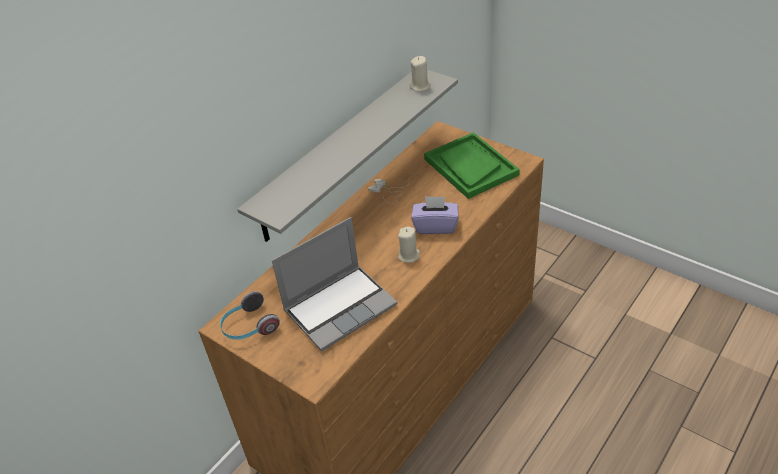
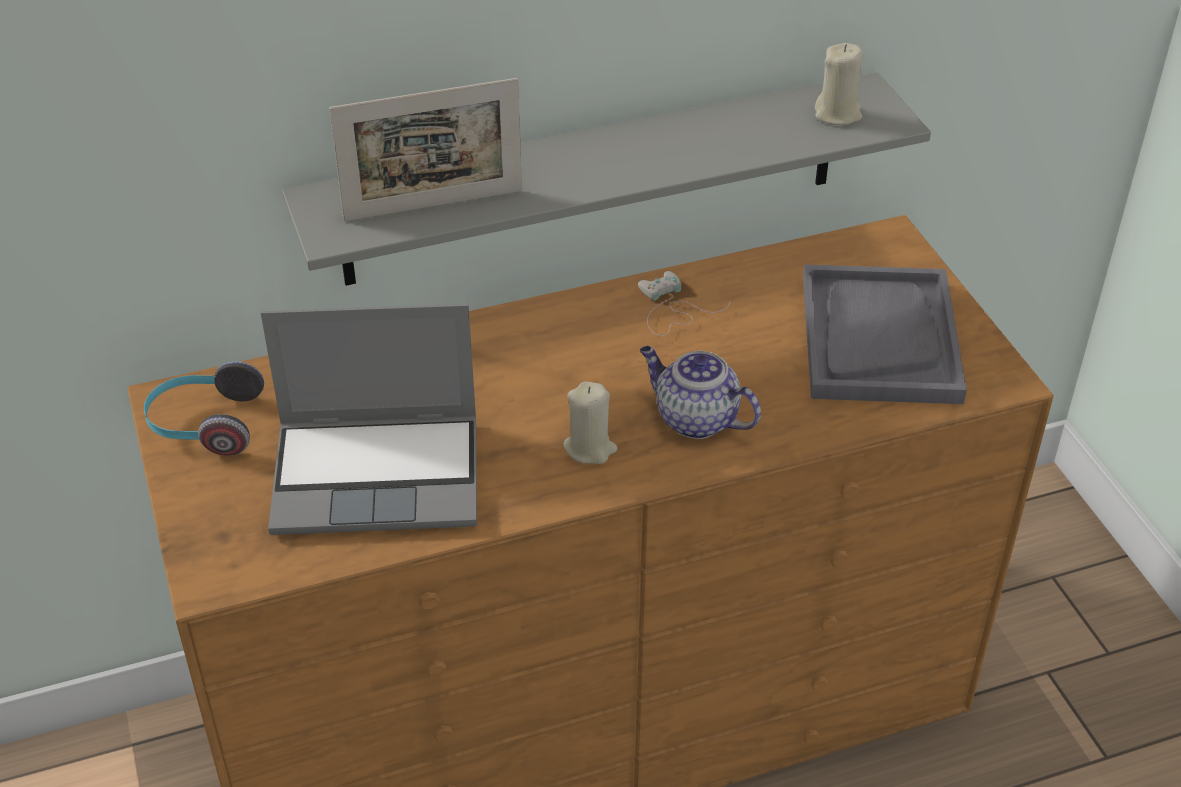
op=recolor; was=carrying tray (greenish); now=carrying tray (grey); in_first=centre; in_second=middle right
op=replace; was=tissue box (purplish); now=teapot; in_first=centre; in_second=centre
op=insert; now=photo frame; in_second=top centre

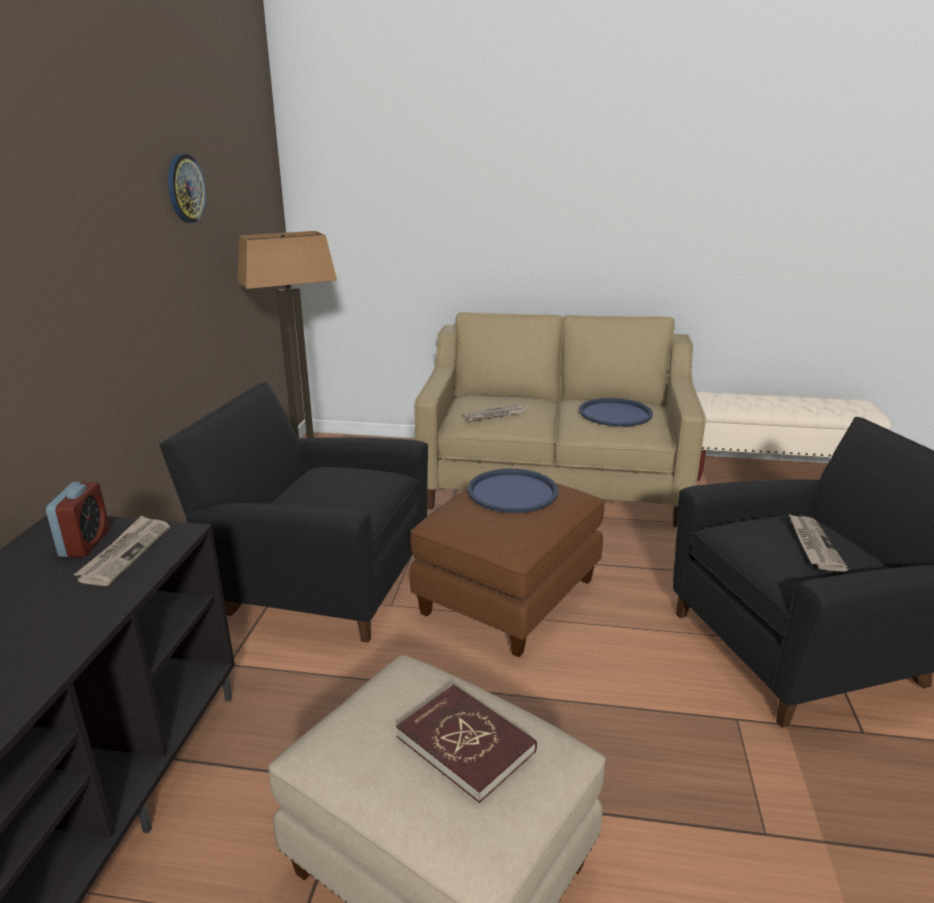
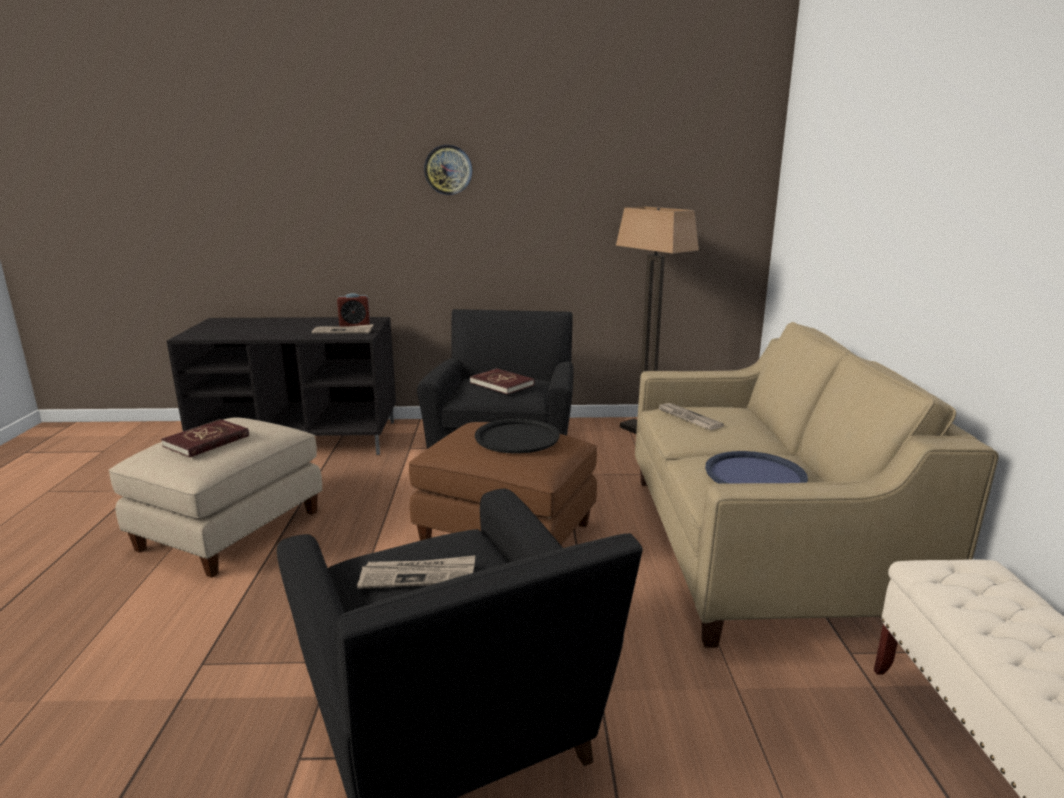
op=move; was=clock on the wall; in_first=top left; in_second=top centre
op=recolor; was=carrying tray (blue) (1st from left); now=carrying tray (black-coloured); in_first=centre; in_second=centre
op=insert; now=volume (red) (2nd from left); in_second=centre

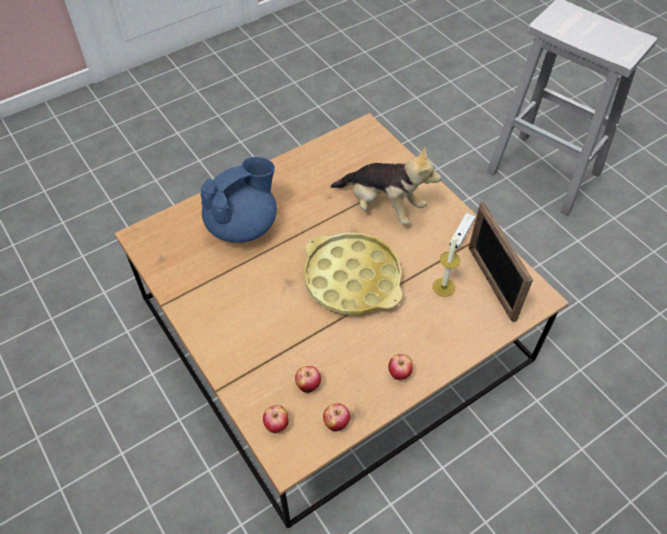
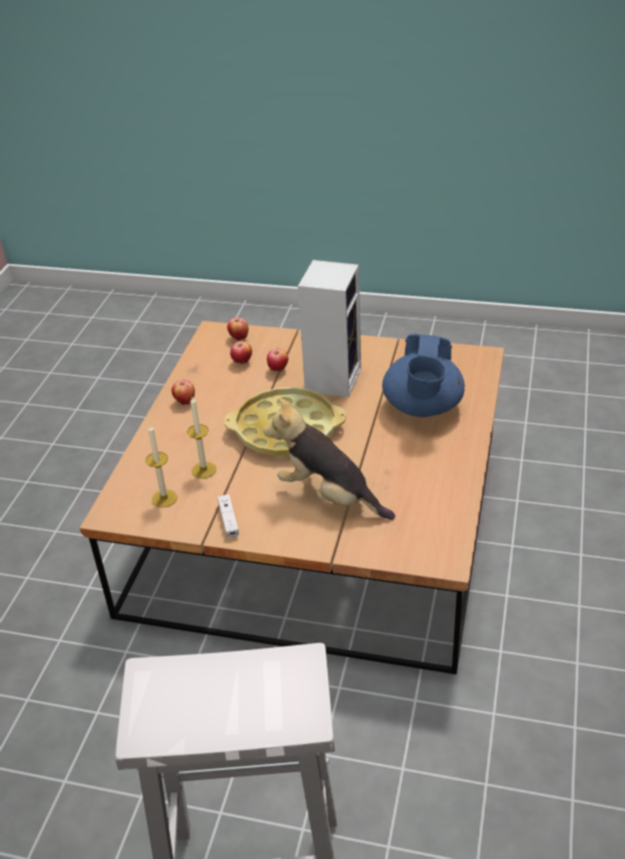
op=rotate; was=plush toy; in_first=centre; in_second=centre; clockwise=45
op=replace; was=photo frame; now=wax light (1st from left); in_first=middle right; in_second=middle left
op=move; was=apple (3rd from left in the first image); now=apple (4th from left); in_first=bottom centre; in_second=centre
op=insert; now=audio speaker; in_second=centre

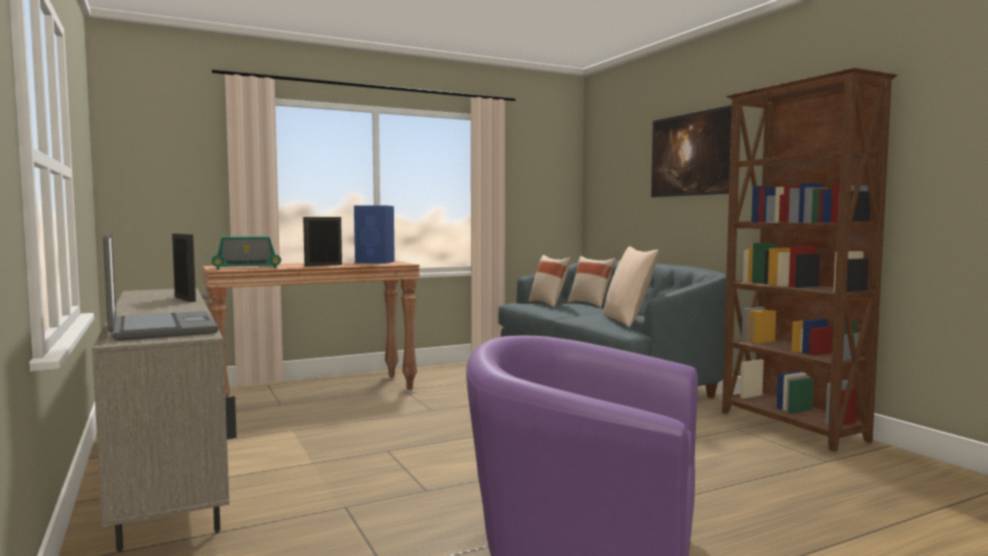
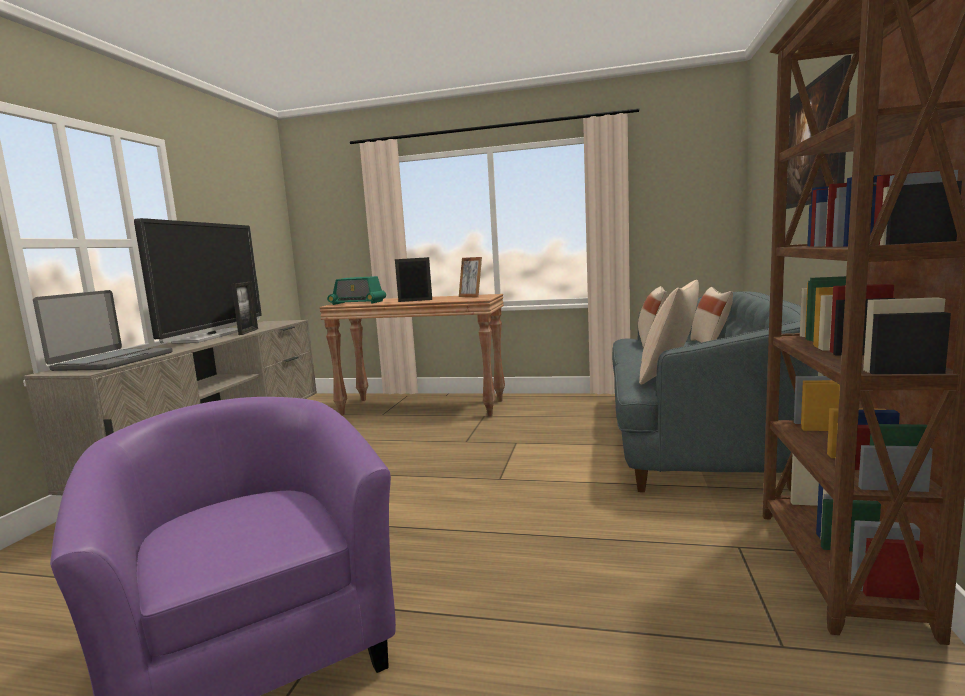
op=replace; was=audio speaker (blue); now=photo frame (3rd from left); in_first=centre; in_second=centre
op=insert; now=TV set; in_second=middle left

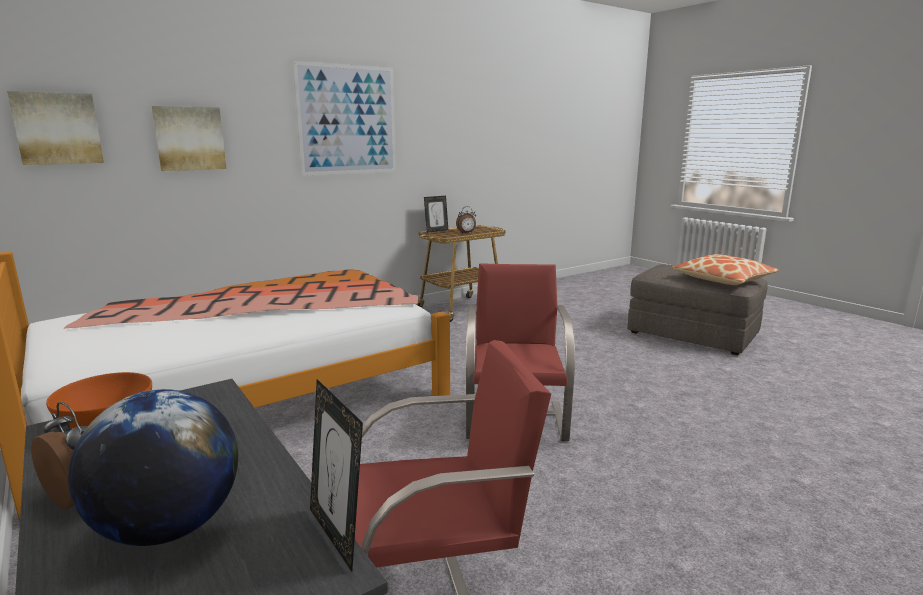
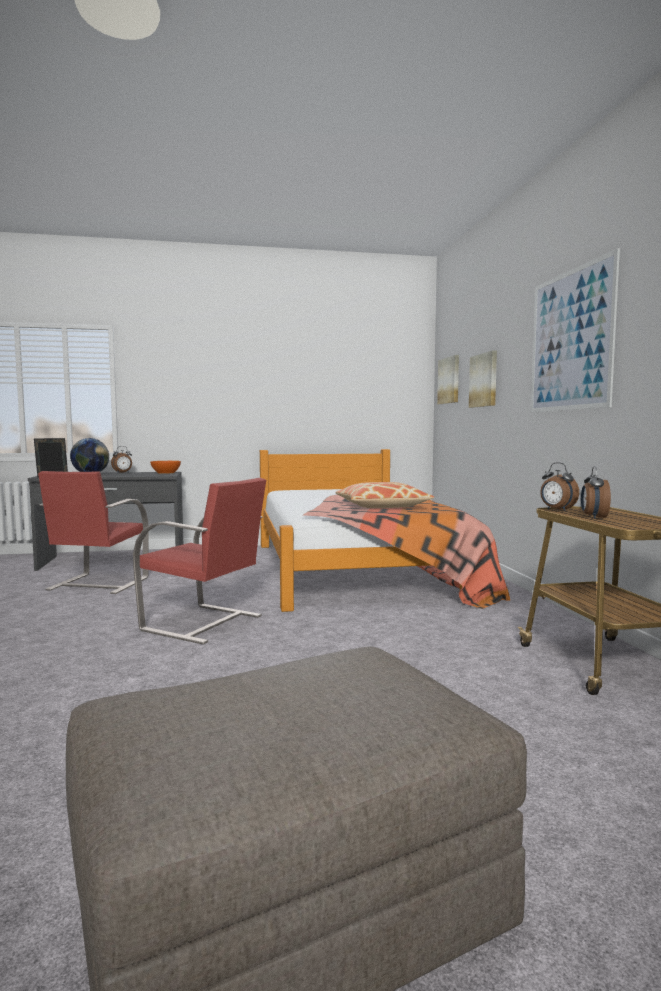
op=delete; was=photo frame (2nd from left); in_first=centre
op=move; was=throw pillow; in_first=middle right; in_second=centre
op=insert; now=table clock (2nd from left); in_second=middle right

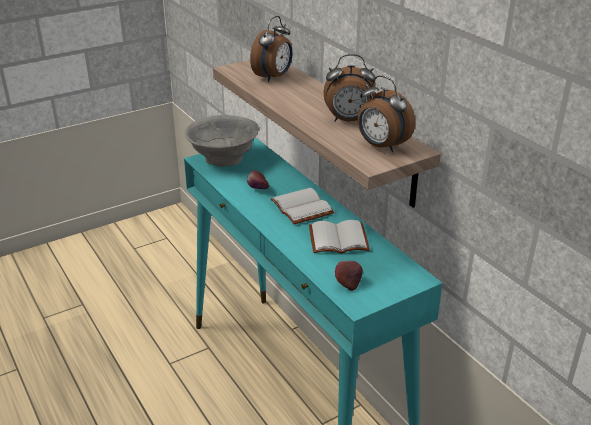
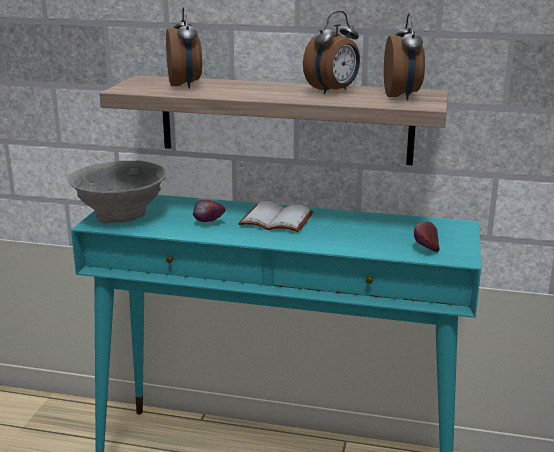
op=rotate; was=table clock (3rd from left); in_first=top centre; in_second=top right; clockwise=-90
op=delete; was=volume (white) (2nd from left); in_first=centre

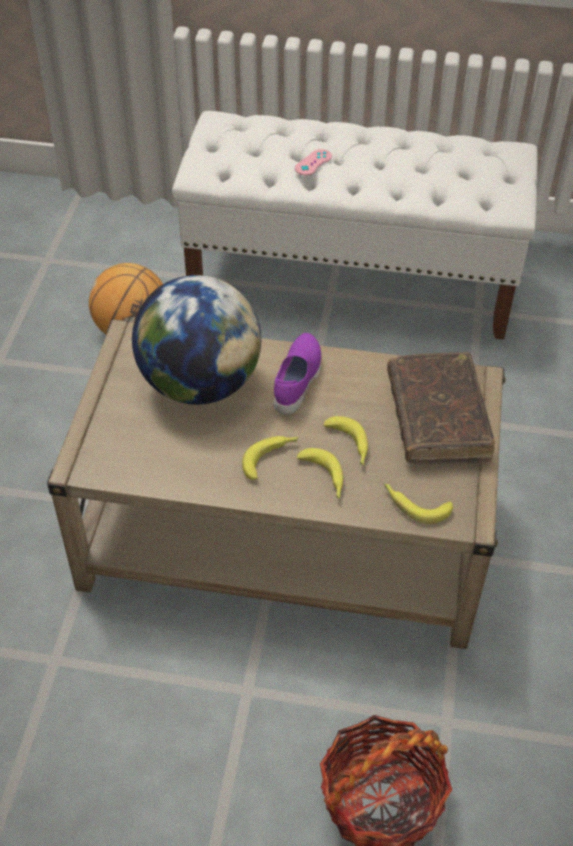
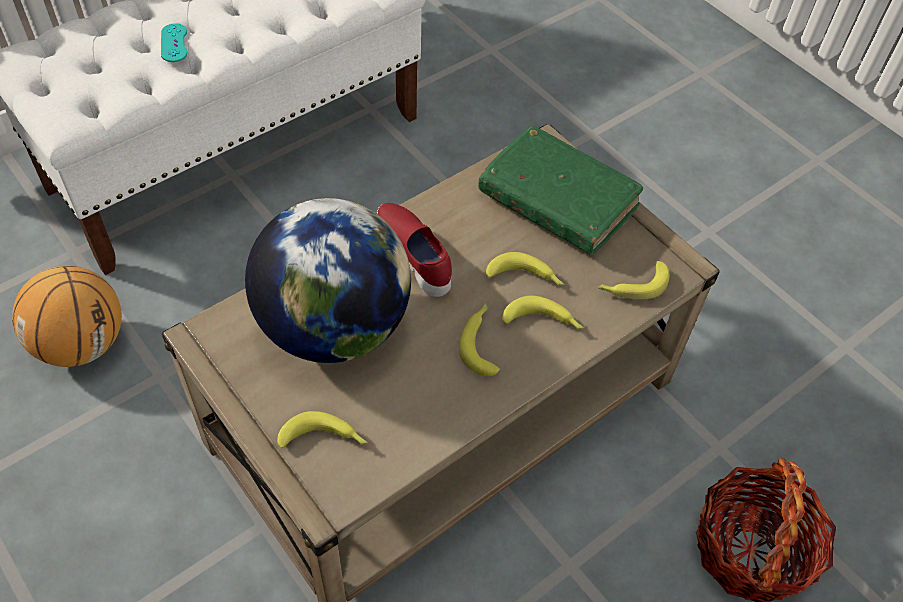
op=recolor; was=joypad (pink); now=joypad (turquoise); in_first=top centre; in_second=top left
op=recolor; was=item of footwear (purplish); now=item of footwear (red); in_first=centre; in_second=centre
op=recolor; was=volume (brownish); now=volume (greenish); in_first=middle right; in_second=top centre
op=insert; now=banana fruit (1st from left); in_second=bottom centre

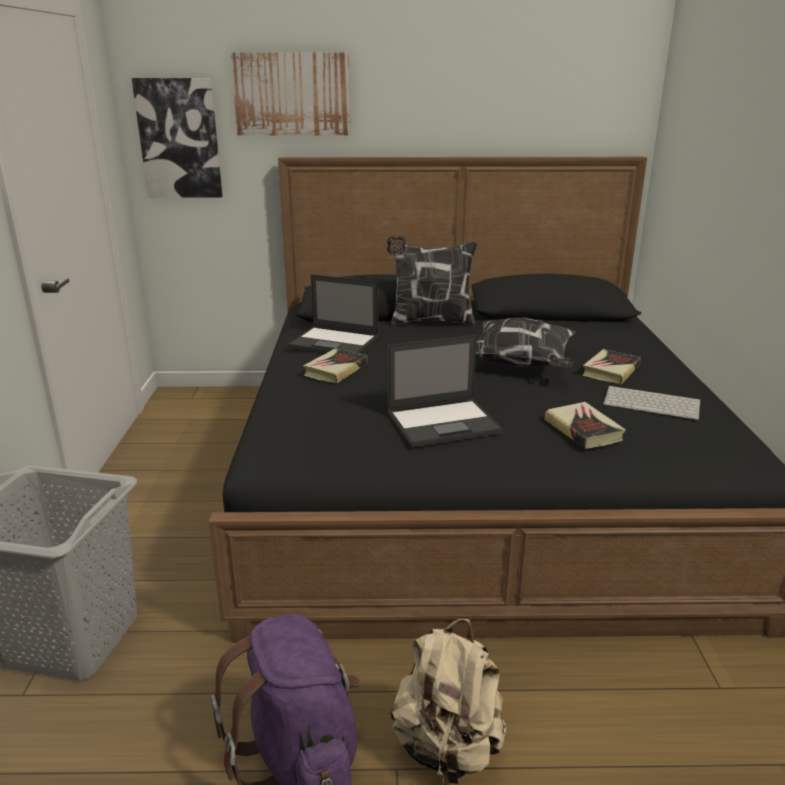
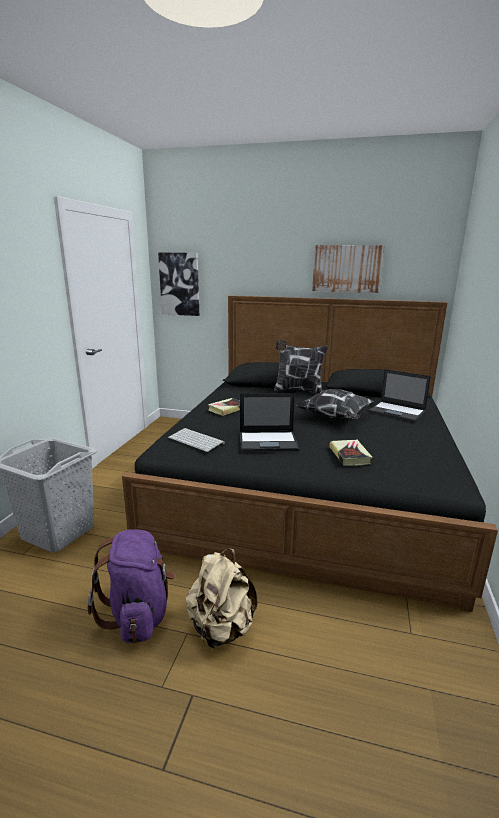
op=move; was=picture (2nd from left); in_first=top centre; in_second=top right
op=move; was=laptop (1st from left in the first image); now=laptop (2nd from left); in_first=centre; in_second=middle right
op=delete; was=volume (3rd from left); in_first=middle right
op=move; was=keyboard; in_first=middle right; in_second=centre

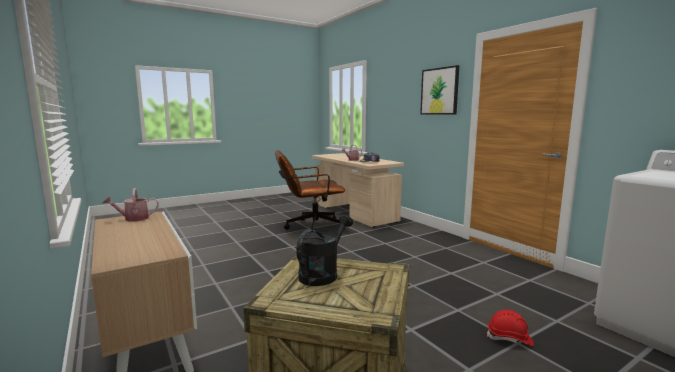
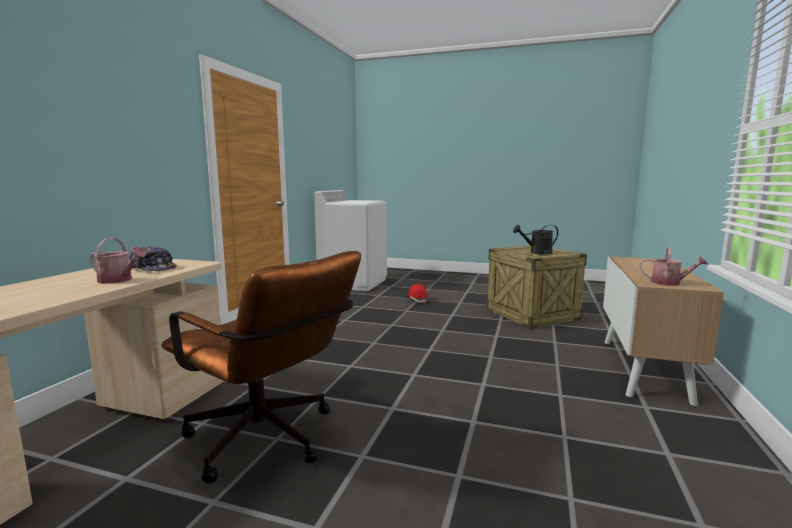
op=delete; was=picture; in_first=top centre

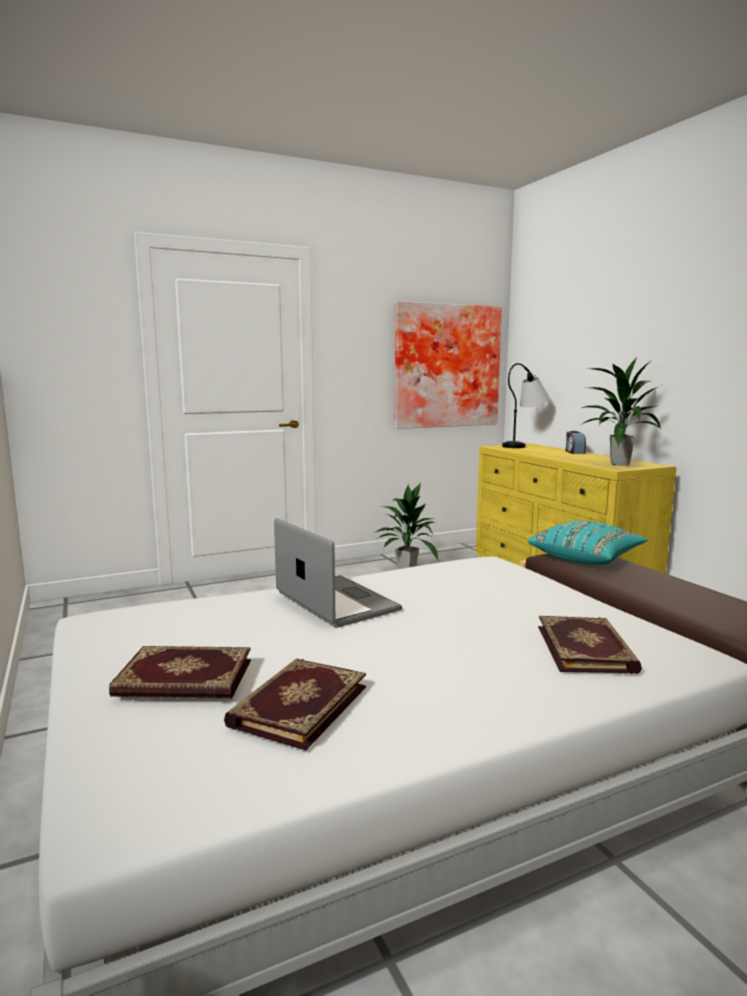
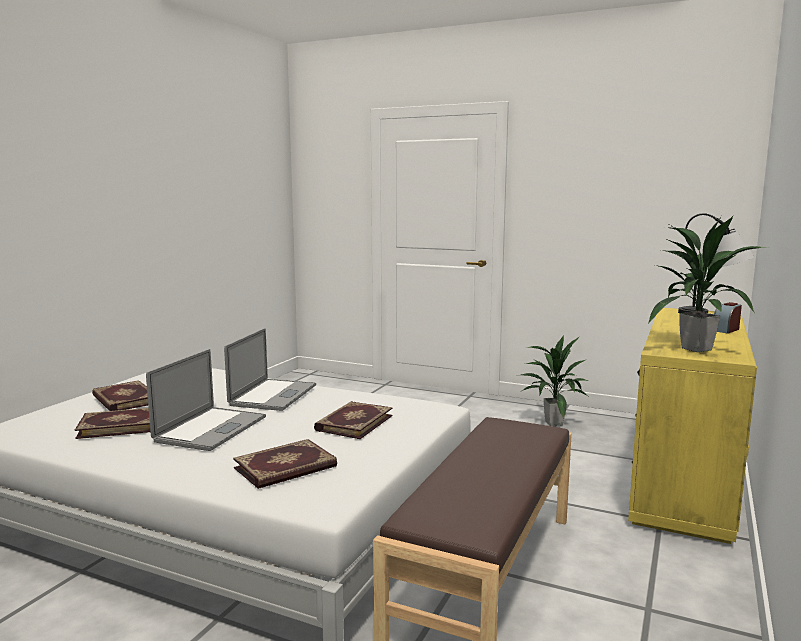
op=delete; was=picture; in_first=centre
op=delete; was=throw pillow (turquoise); in_first=middle right
op=insert; now=laptop (1st from left); in_second=middle left
op=insert; now=volume (4th from left); in_second=centre

